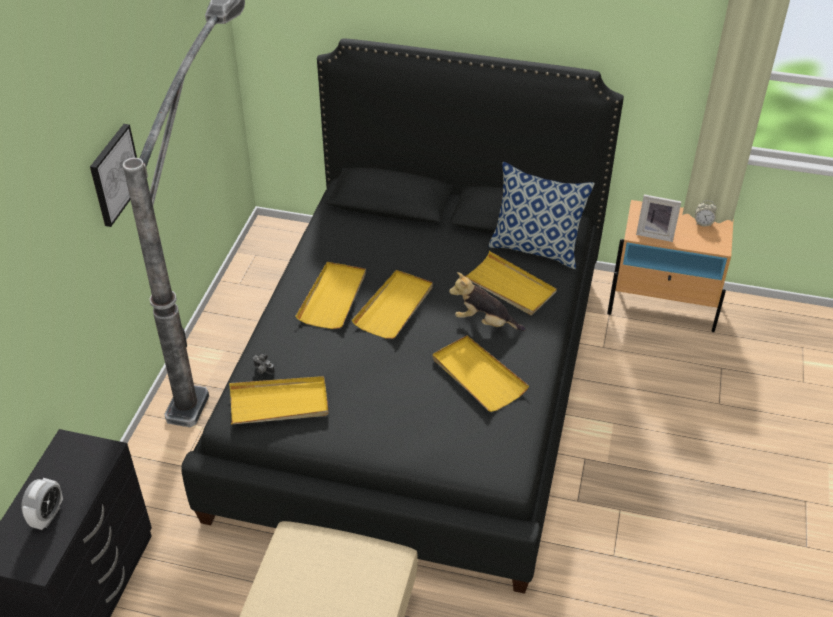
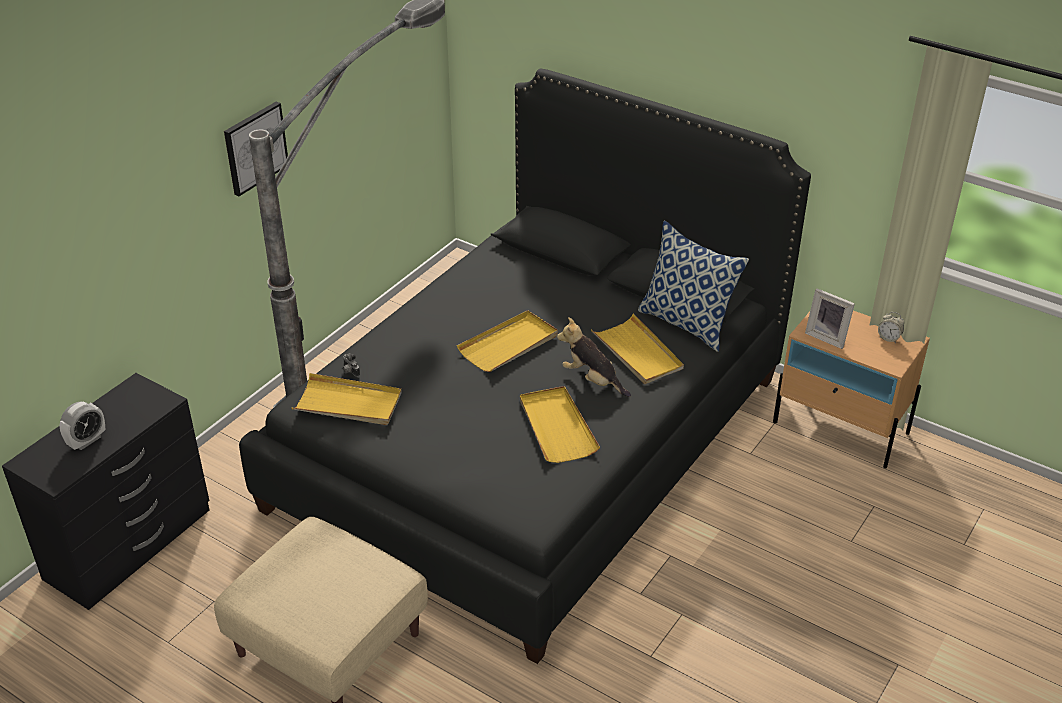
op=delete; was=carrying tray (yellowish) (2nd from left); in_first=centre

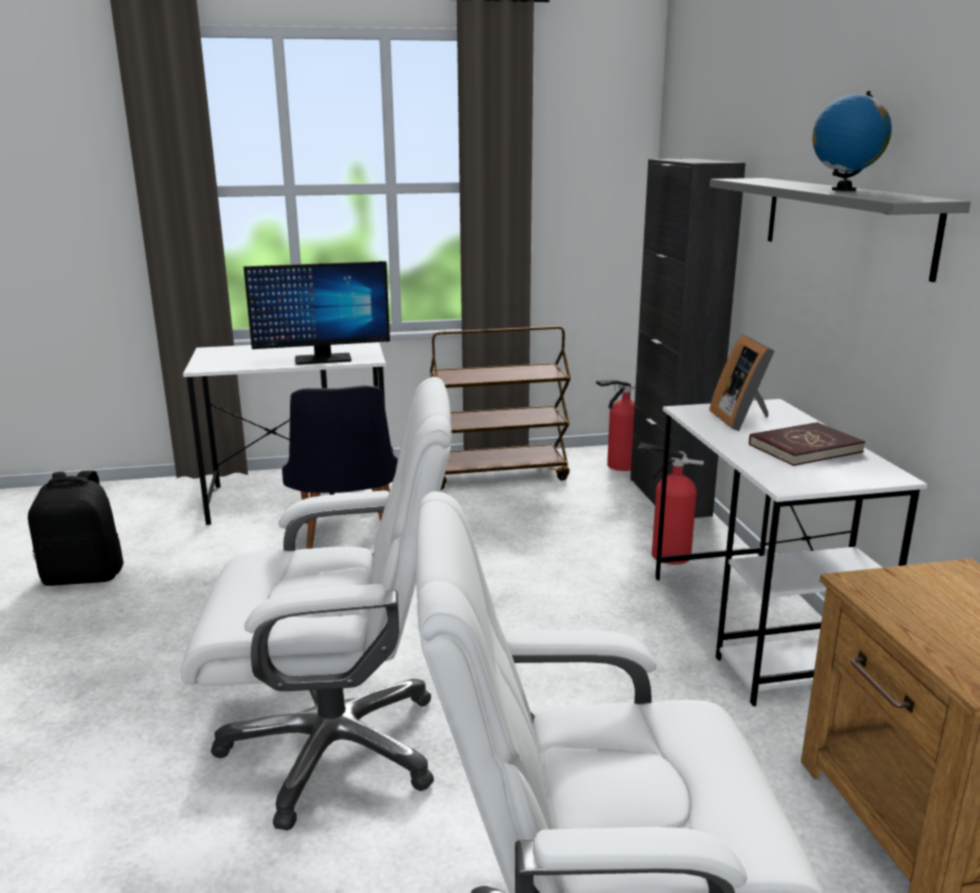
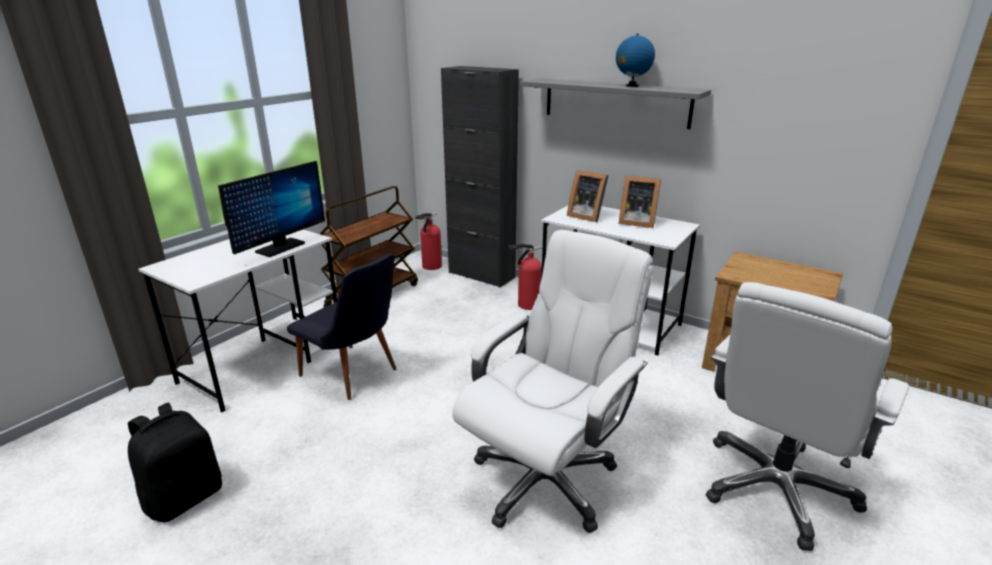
op=replace; was=volume (red); now=photo frame (2nd from left); in_first=middle right; in_second=centre

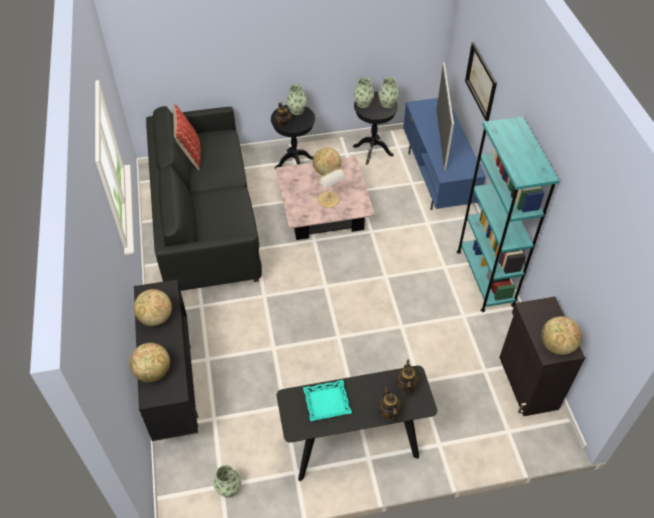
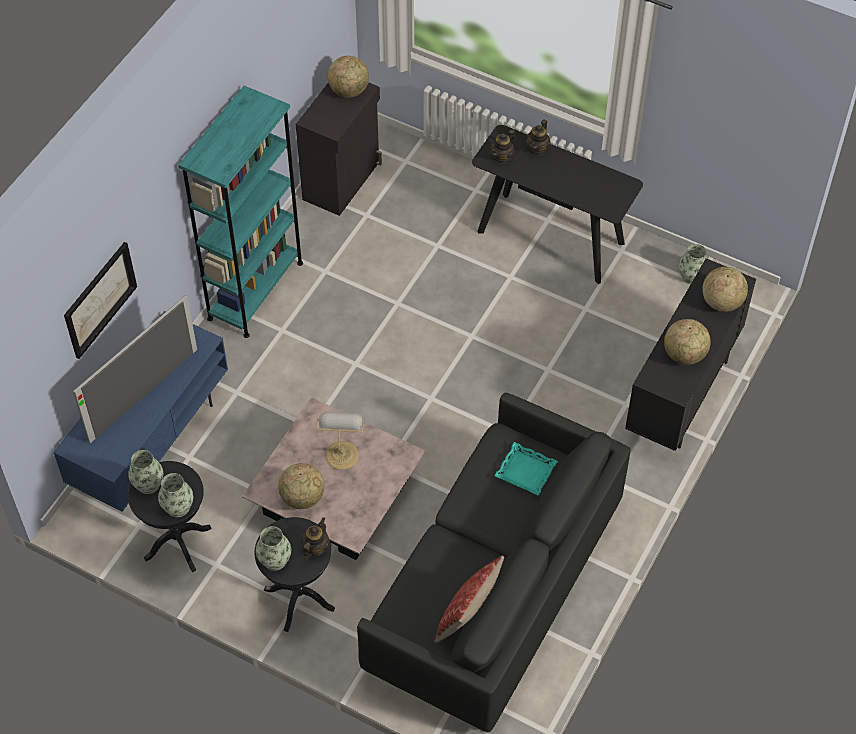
op=move; was=carrying tray (turquoise); in_first=bottom centre; in_second=centre

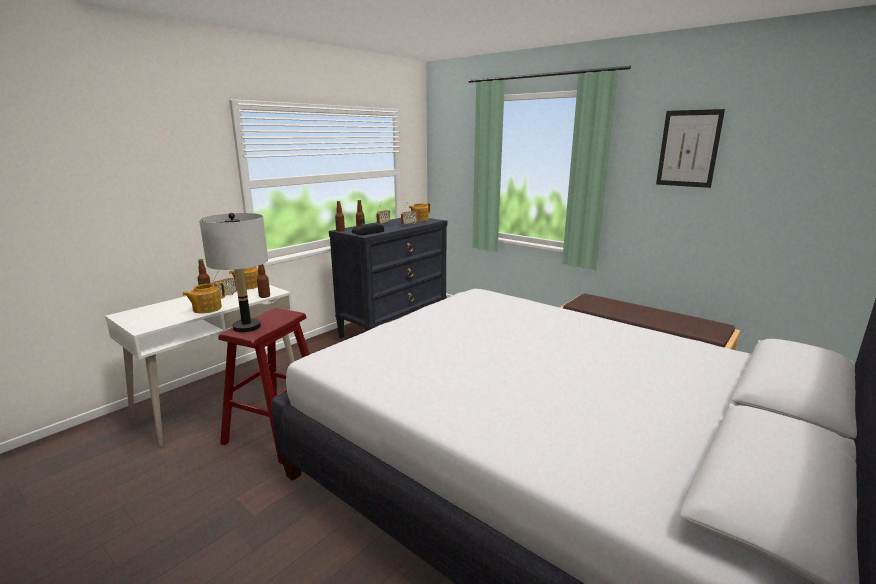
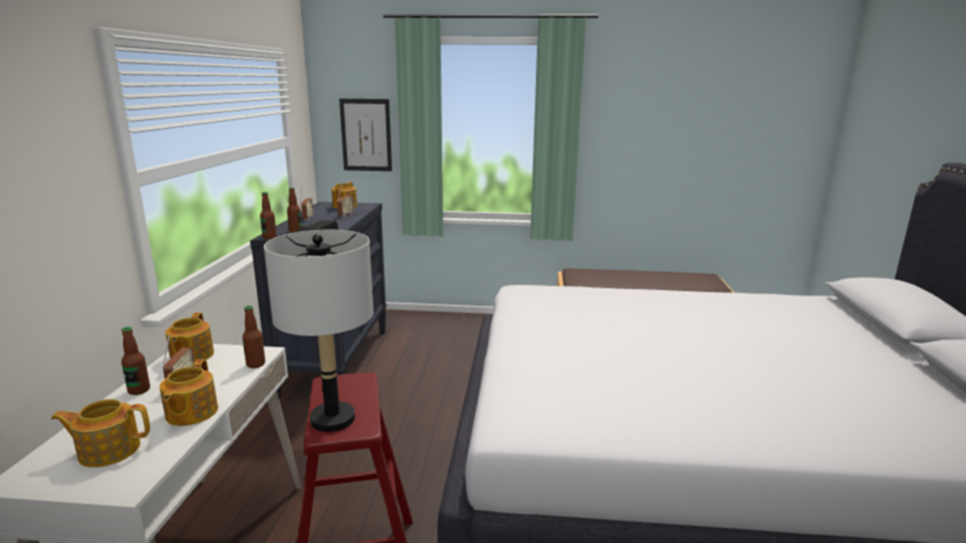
op=move; was=picture; in_first=top right; in_second=top centre
op=insert; now=teapot (1st from left); in_second=bottom left

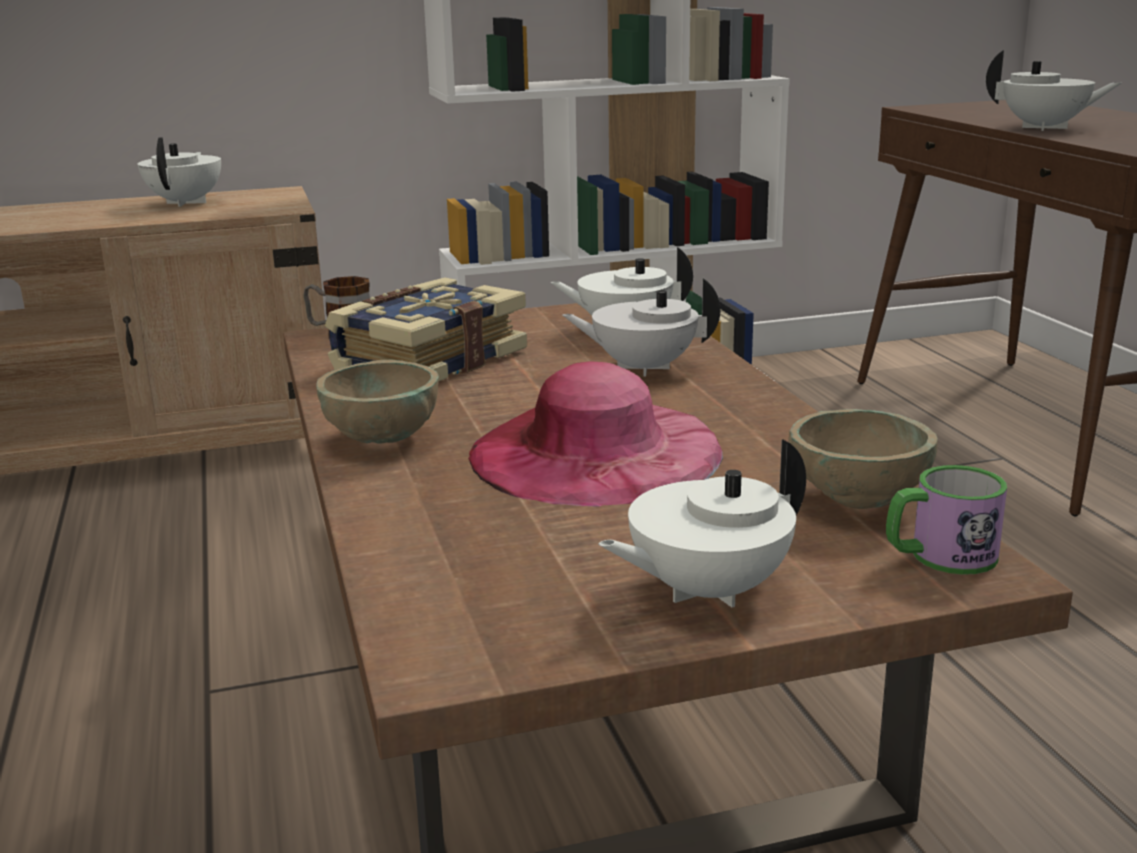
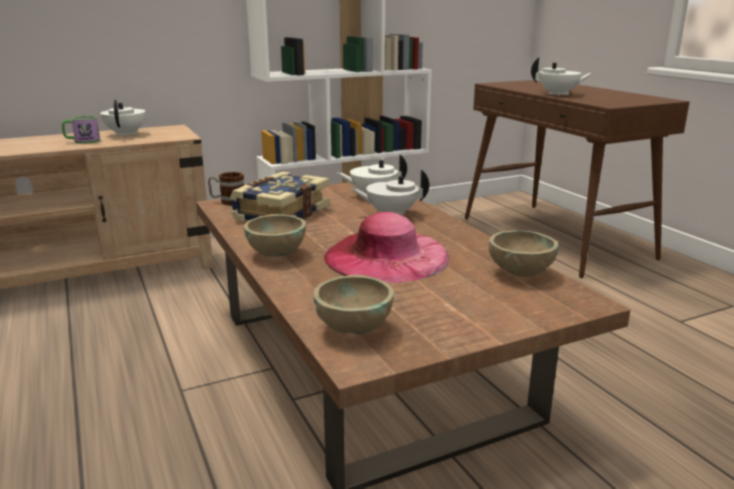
op=delete; was=teapot (white) (4th from left); in_first=centre
op=move; was=mug (2nd from left in the first image); now=mug (1st from left); in_first=middle right; in_second=top left
op=insert; now=bowl (beige) (2nd from left); in_second=centre

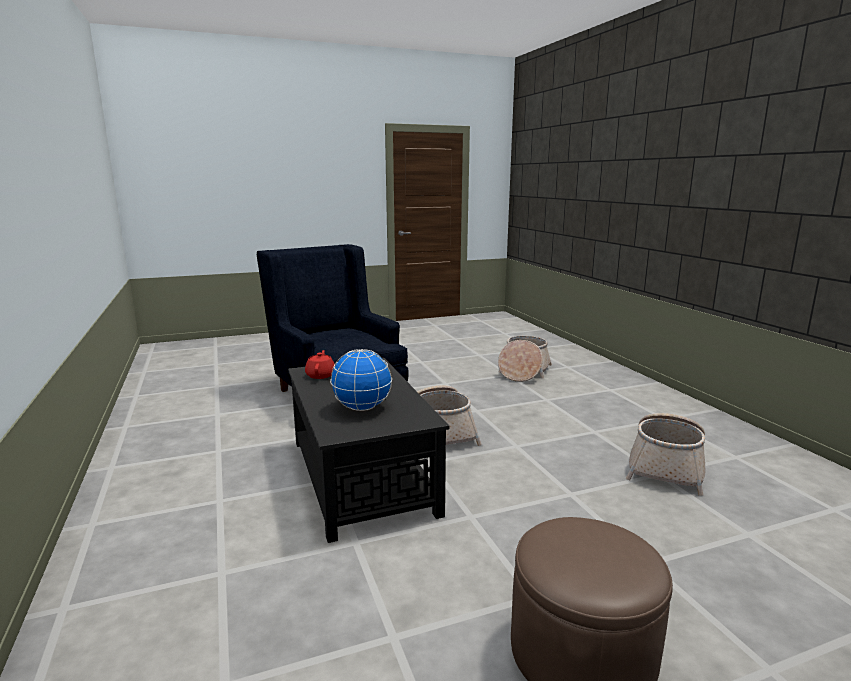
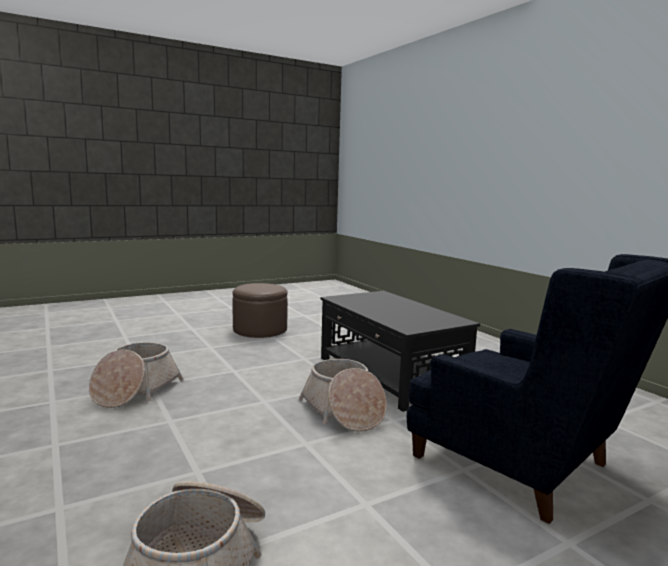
op=delete; was=globe; in_first=centre
op=delete; was=teapot (red); in_first=centre

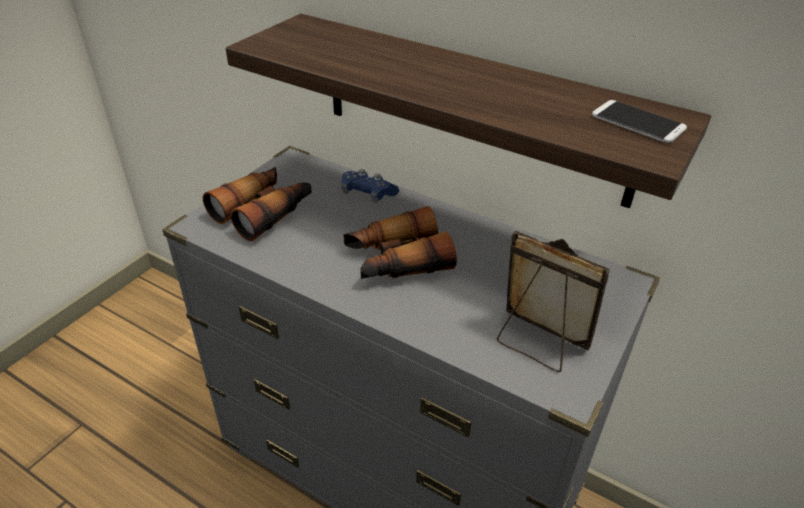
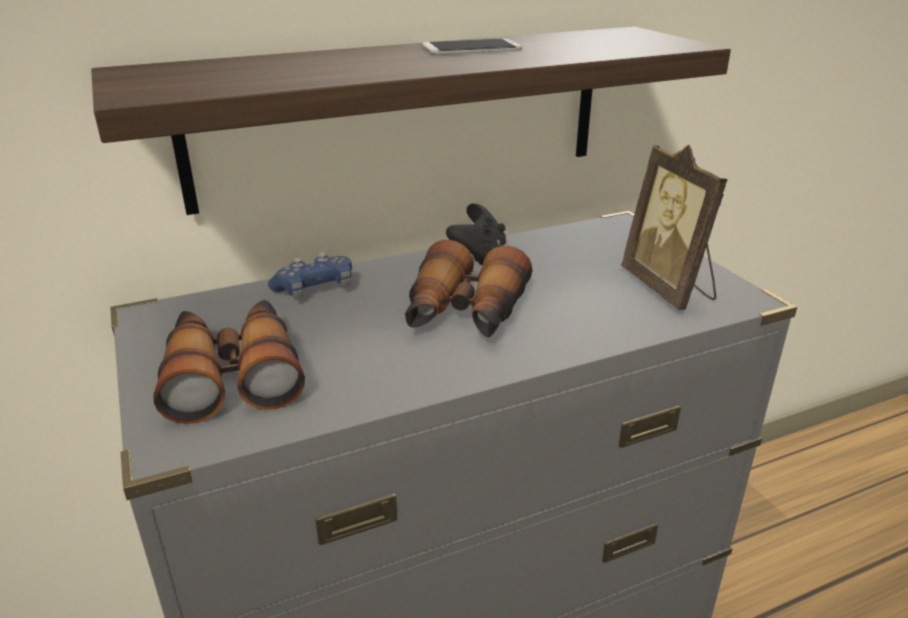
op=move; was=phone; in_first=top right; in_second=top centre
op=rotate; was=photo frame; in_first=middle right; in_second=middle right; clockwise=-90
op=insert; now=joypad (black-coloured); in_second=centre

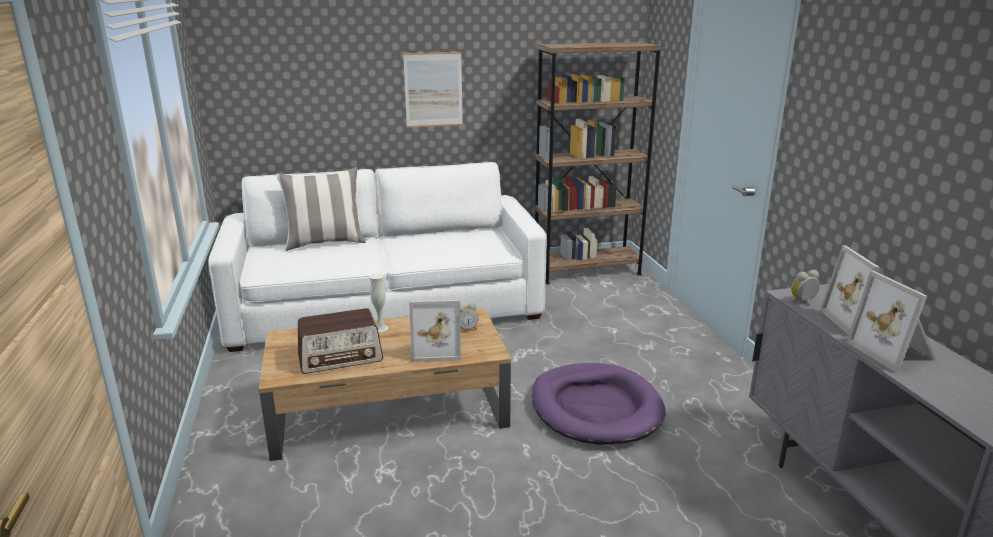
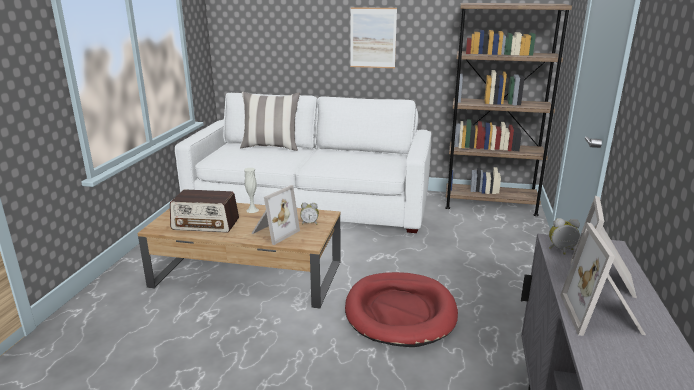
op=rotate; was=photo frame (1st from left); in_first=centre; in_second=centre; clockwise=-75
op=recolor; was=pet bed (purplish); now=pet bed (red); in_first=bottom centre; in_second=bottom centre

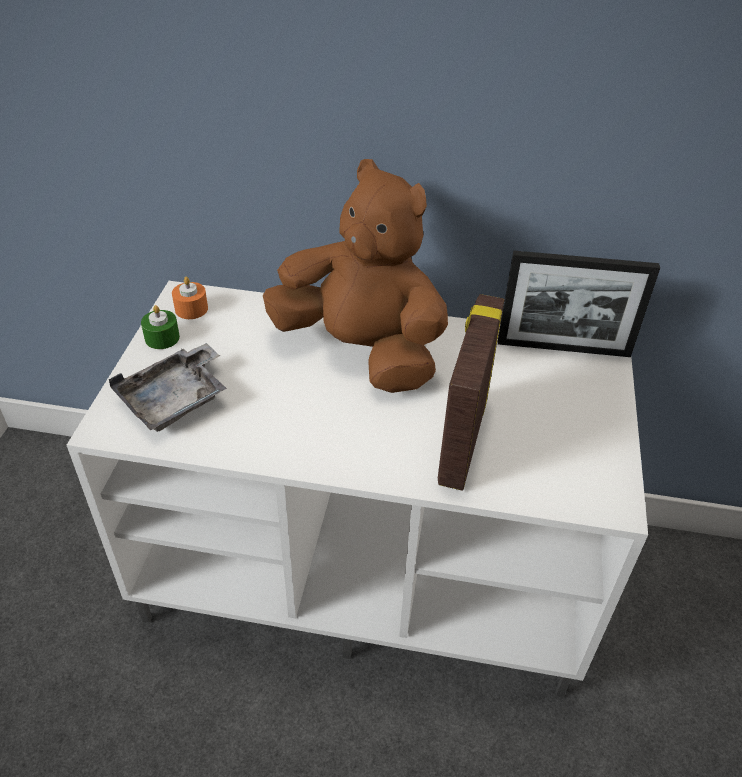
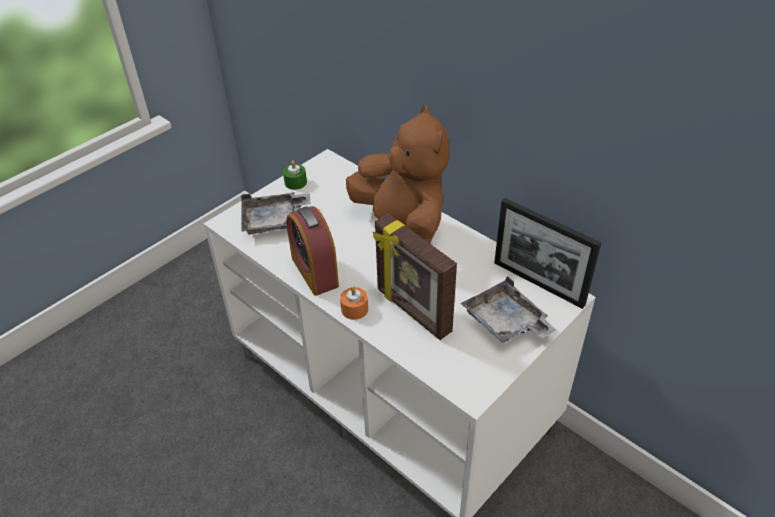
op=move; was=wax light (orange-coloured); in_first=middle left; in_second=centre
op=rotate; was=photo frame (1st from left); in_first=centre; in_second=centre; clockwise=-90
op=insert; now=table clock; in_second=centre
op=insert; now=carrying tray (grey) (2nd from left); in_second=centre

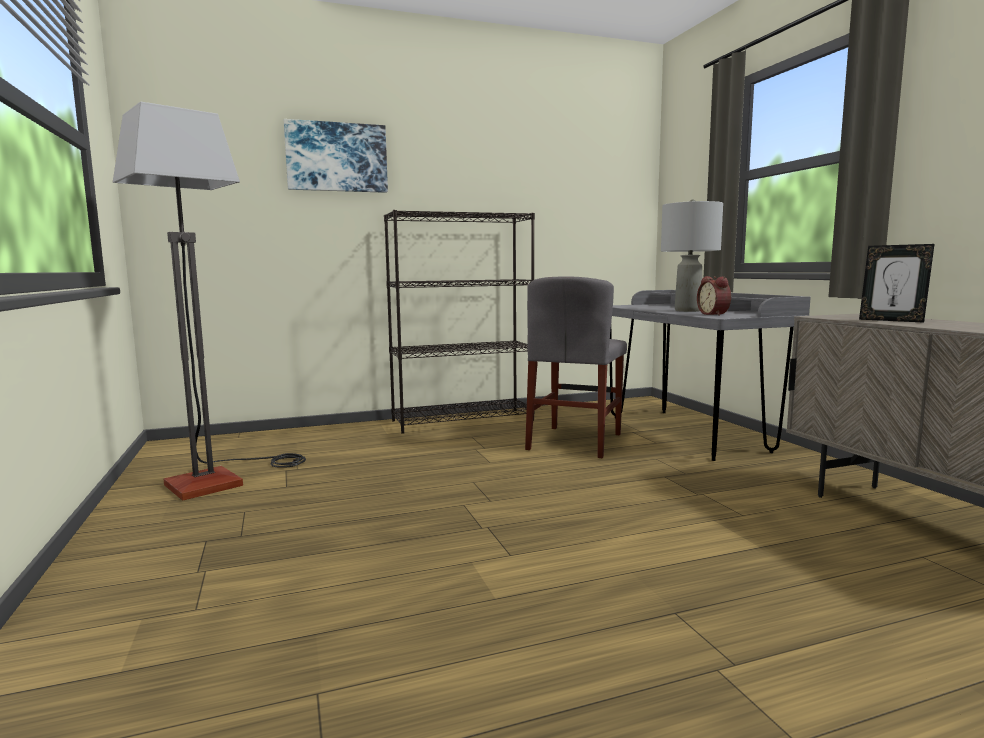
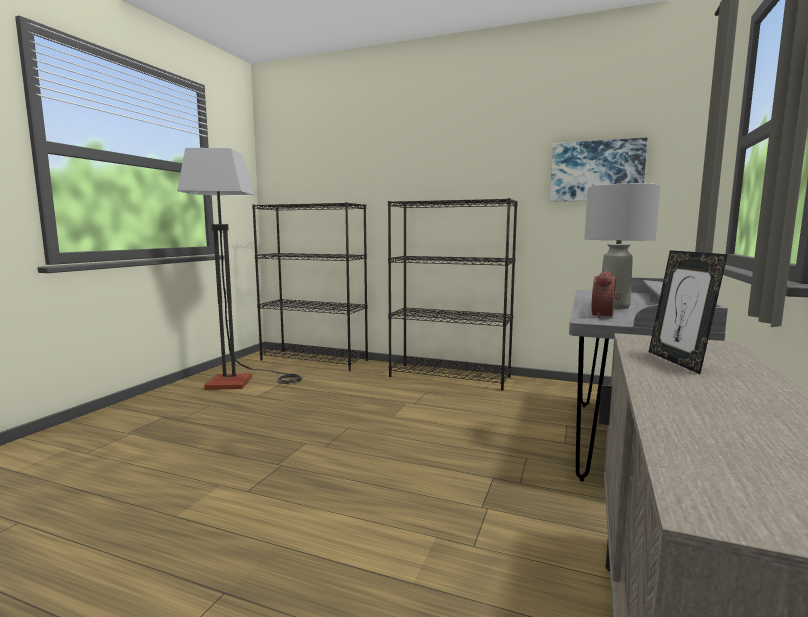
op=move; was=picture; in_first=top centre; in_second=top right
op=delete; was=plain chair (grey); in_first=centre
op=insert; now=shelving unit (black-coloured) (1st from left); in_second=centre

